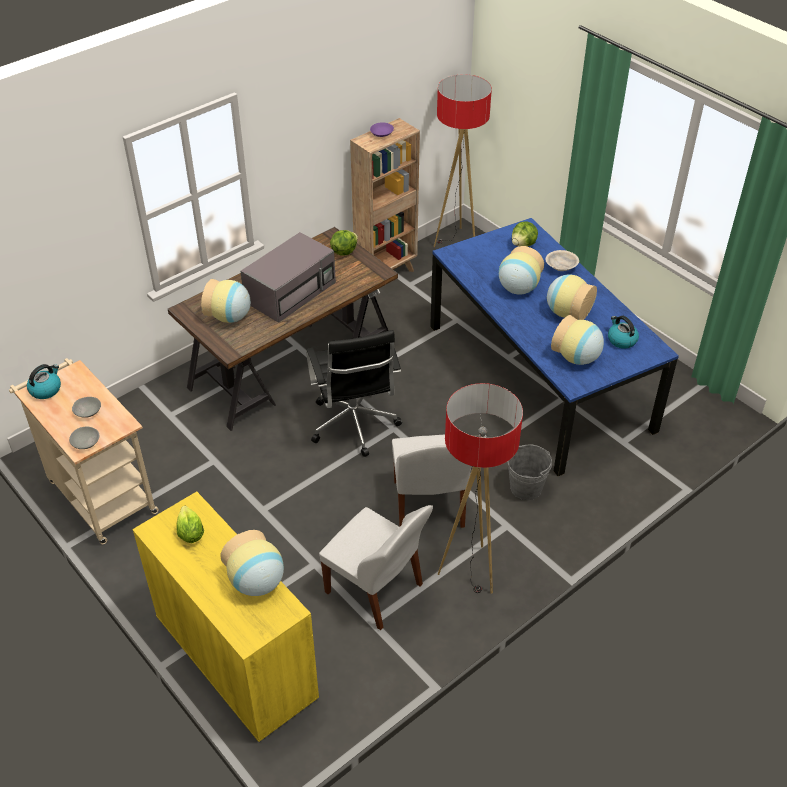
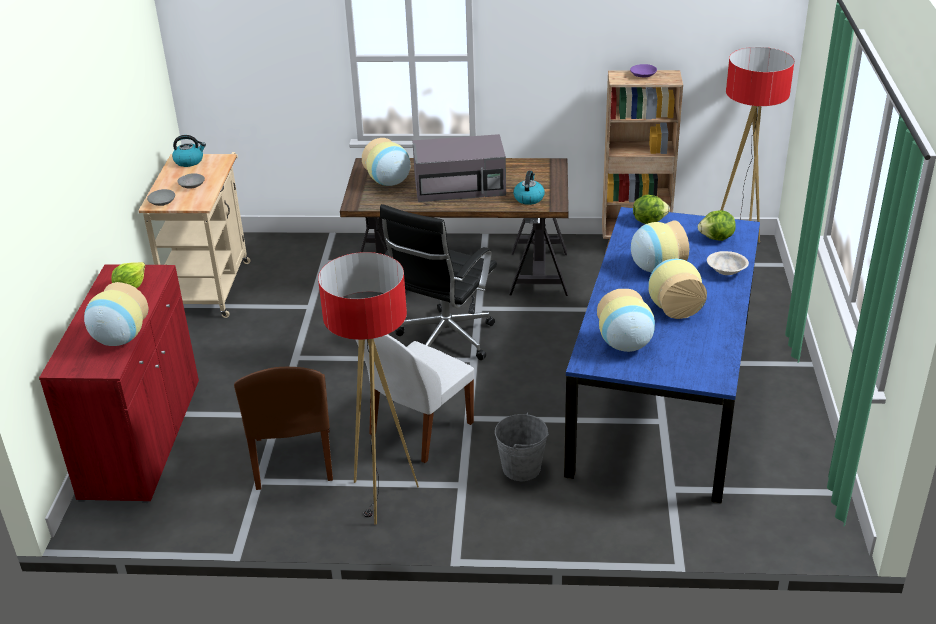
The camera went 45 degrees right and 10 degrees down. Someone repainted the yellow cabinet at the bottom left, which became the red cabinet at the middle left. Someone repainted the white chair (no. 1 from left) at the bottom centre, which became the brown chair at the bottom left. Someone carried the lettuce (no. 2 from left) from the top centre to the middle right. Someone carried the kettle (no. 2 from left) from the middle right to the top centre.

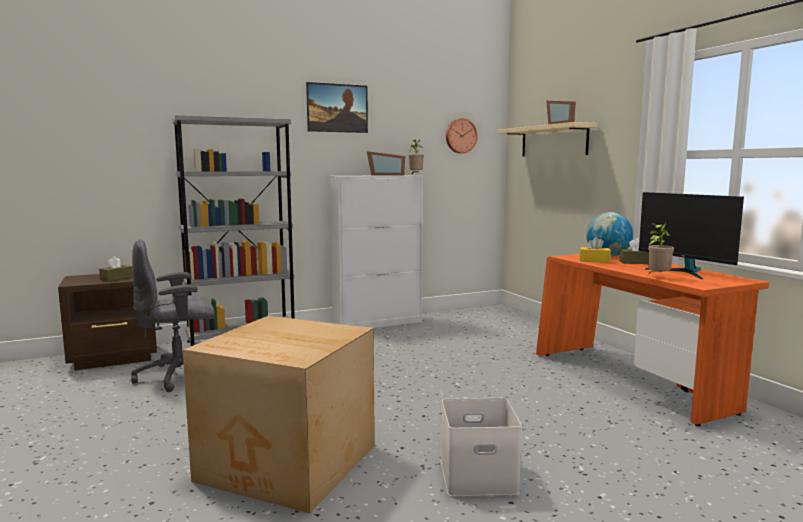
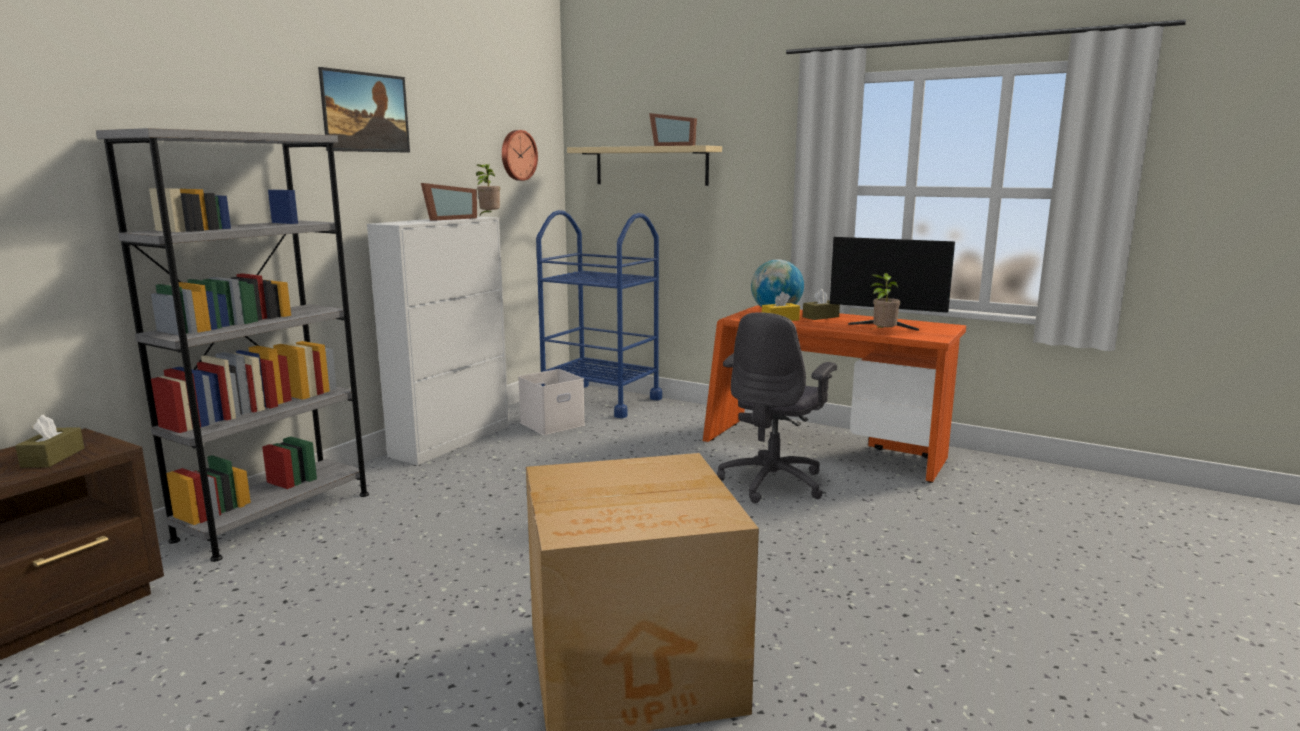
The camera went 35 degrees left and 5 degrees up. Someone carried the grey office chair from the middle left to the centre. Someone carried the white storage box from the bottom centre to the centre. Someone put down the blue cart at the centre.

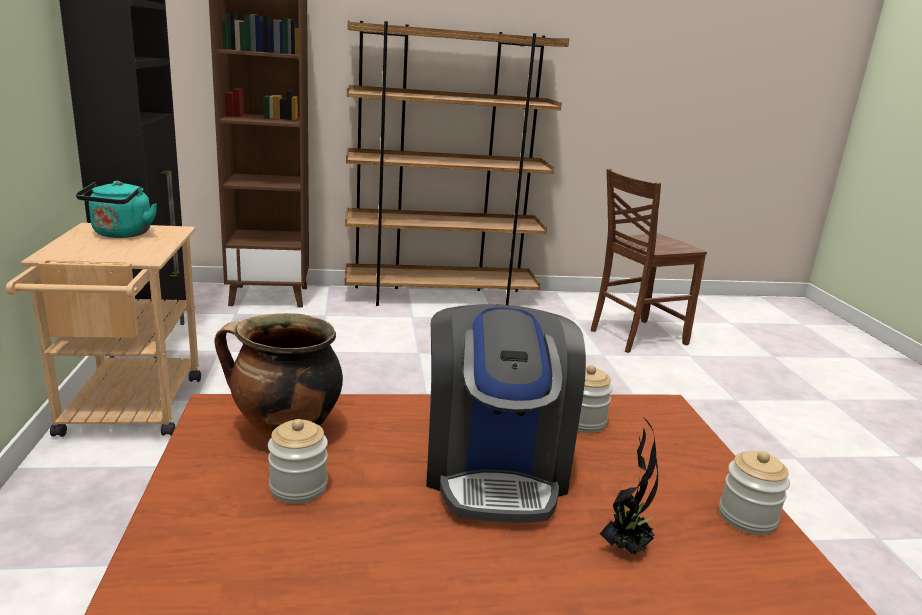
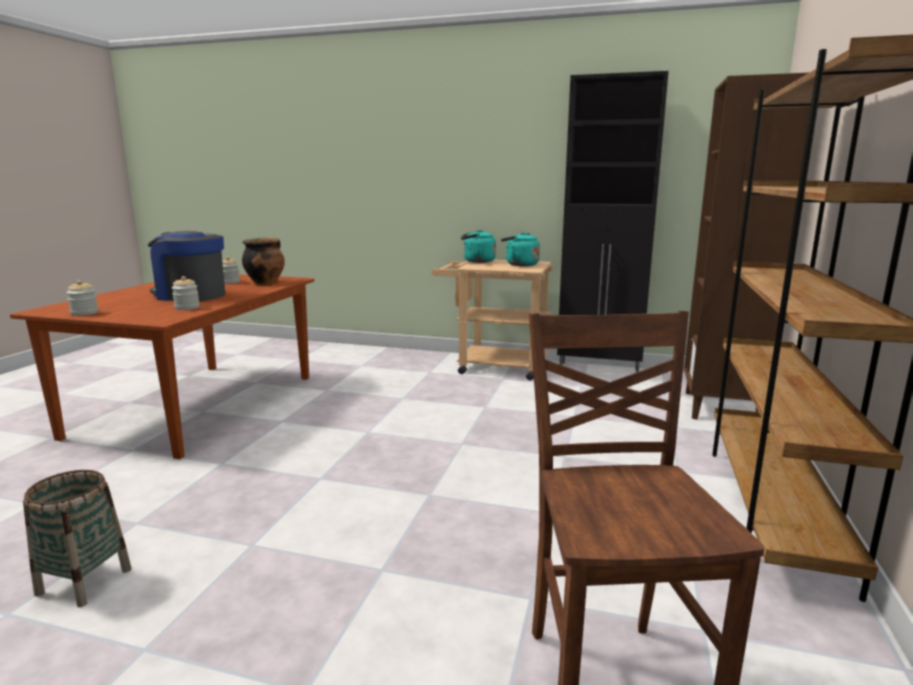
The camera went 115 degrees right and 5 degrees down. Someone took away the potted plant at the bottom right. Someone put down the basket at the bottom left. Someone put down the turquoise kettle (no. 1 from left) at the centre.

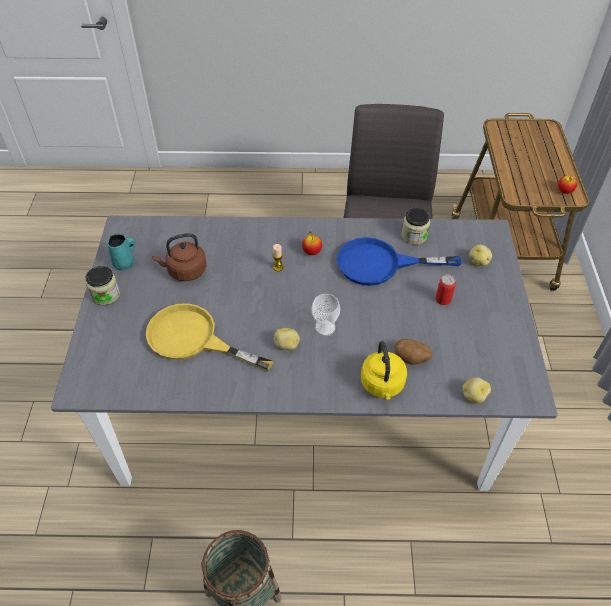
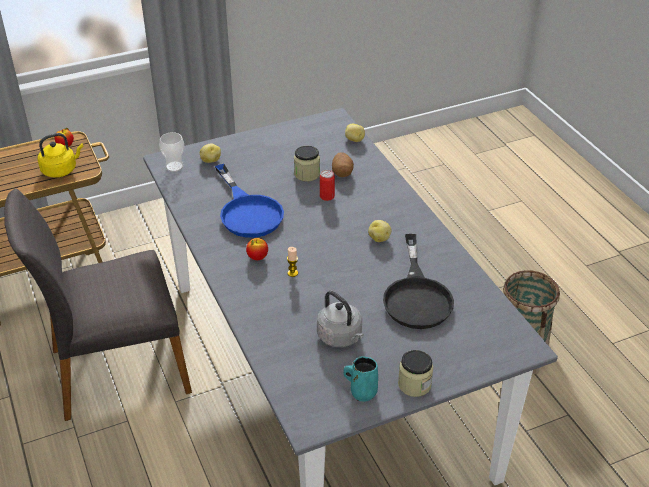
The camera went 115 degrees left and 10 degrees down. Someone repainted the yellow frying pan at the centre, which became the black frying pan at the centre. Someone repainted the brown kettle at the middle left, which became the grey kettle at the centre. Someone carried the cup from the centre to the top left. Someone carried the yellow kettle from the centre to the top left. Someone carried the jar (no. 2 from left in the first image) from the middle right to the centre. Someone carried the can from the middle right to the centre.

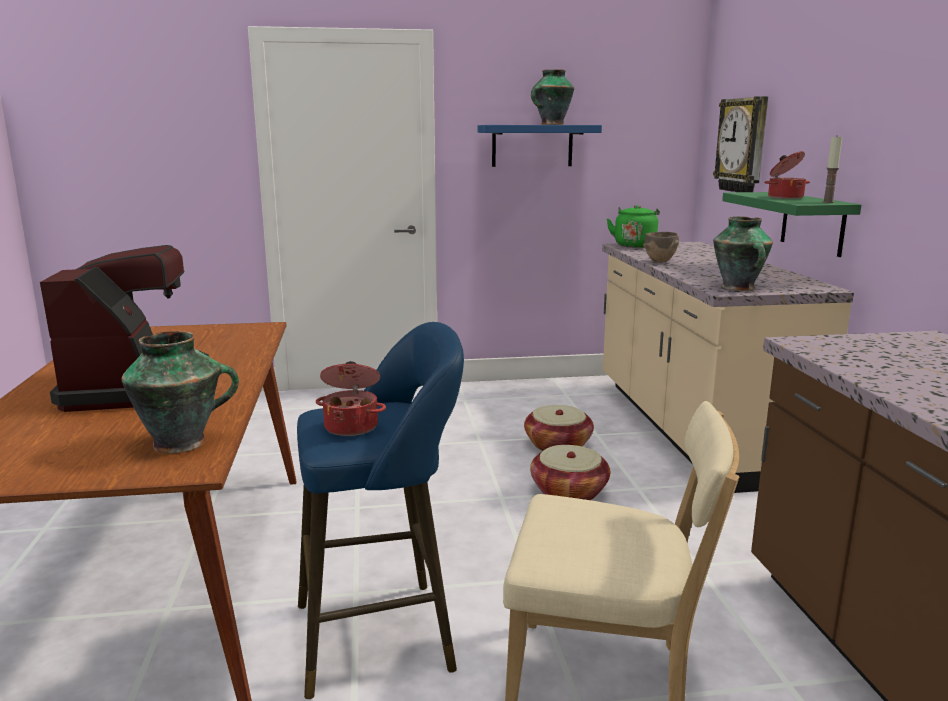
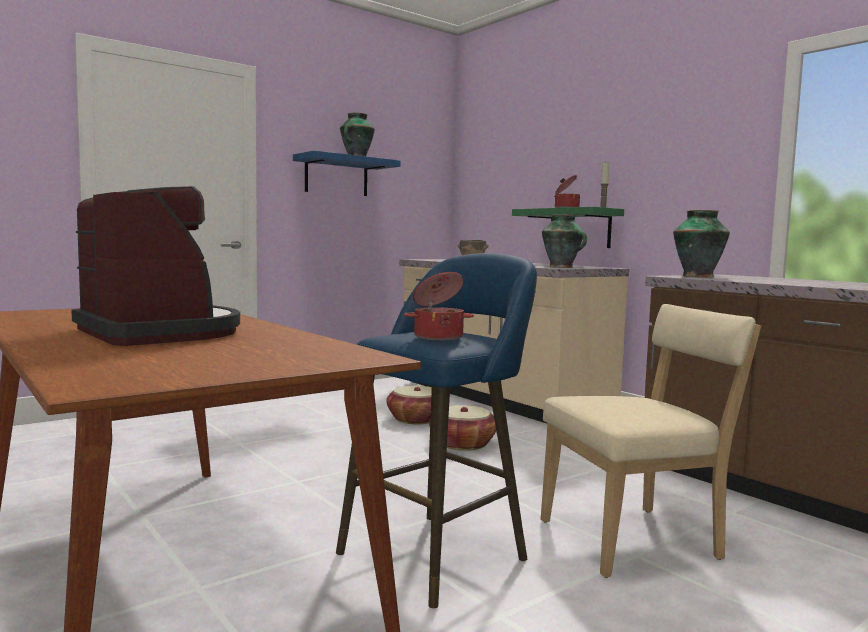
The camera went 30 degrees left and 10 degrees down. Someone carried the vase (no. 1 from left in the first image) from the middle left to the middle right. Someone took away the green kettle at the top right. Someone took away the wall clock at the top right.

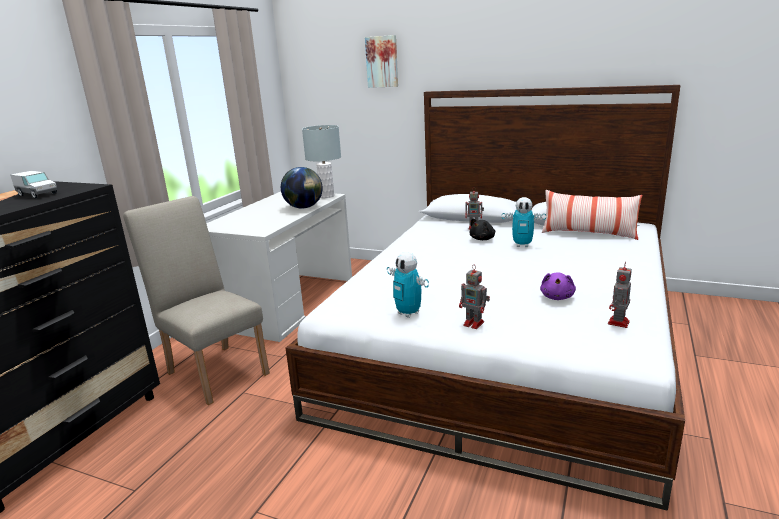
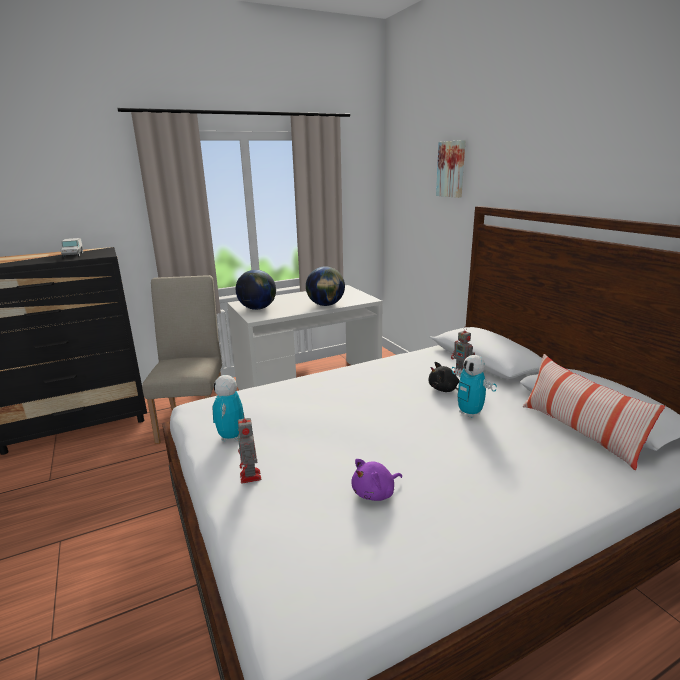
The camera went 40 degrees right and 0 degrees up. Someone took away the grey table lamp at the top centre. Someone took away the toy robot (no. 5 from left) at the middle right. Someone put down the globe (no. 1 from left) at the centre.

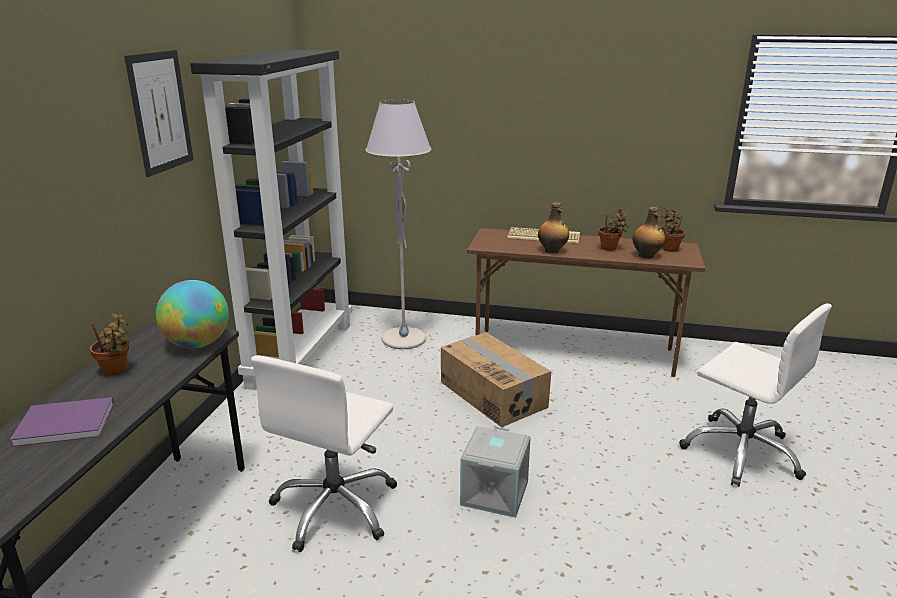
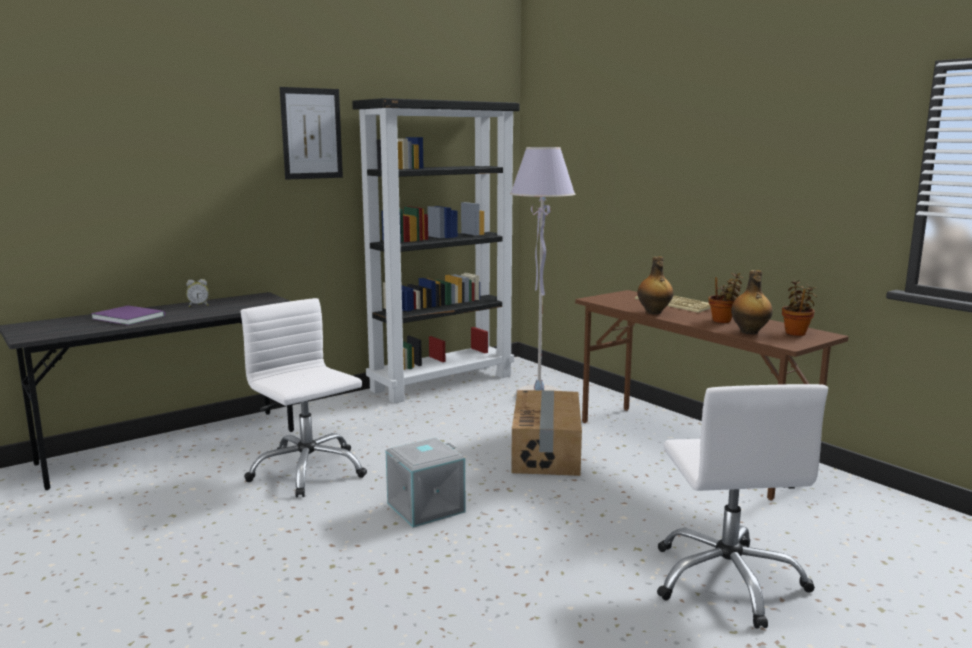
The camera went 40 degrees right and 10 degrees down. Someone swapped the potted plant (no. 1 from left) at the middle left for the alarm clock at the middle left. Someone took away the globe at the middle left. Someone rotated the white office chair (no. 1 from left) at the bottom centre by 75 degrees clockwise.

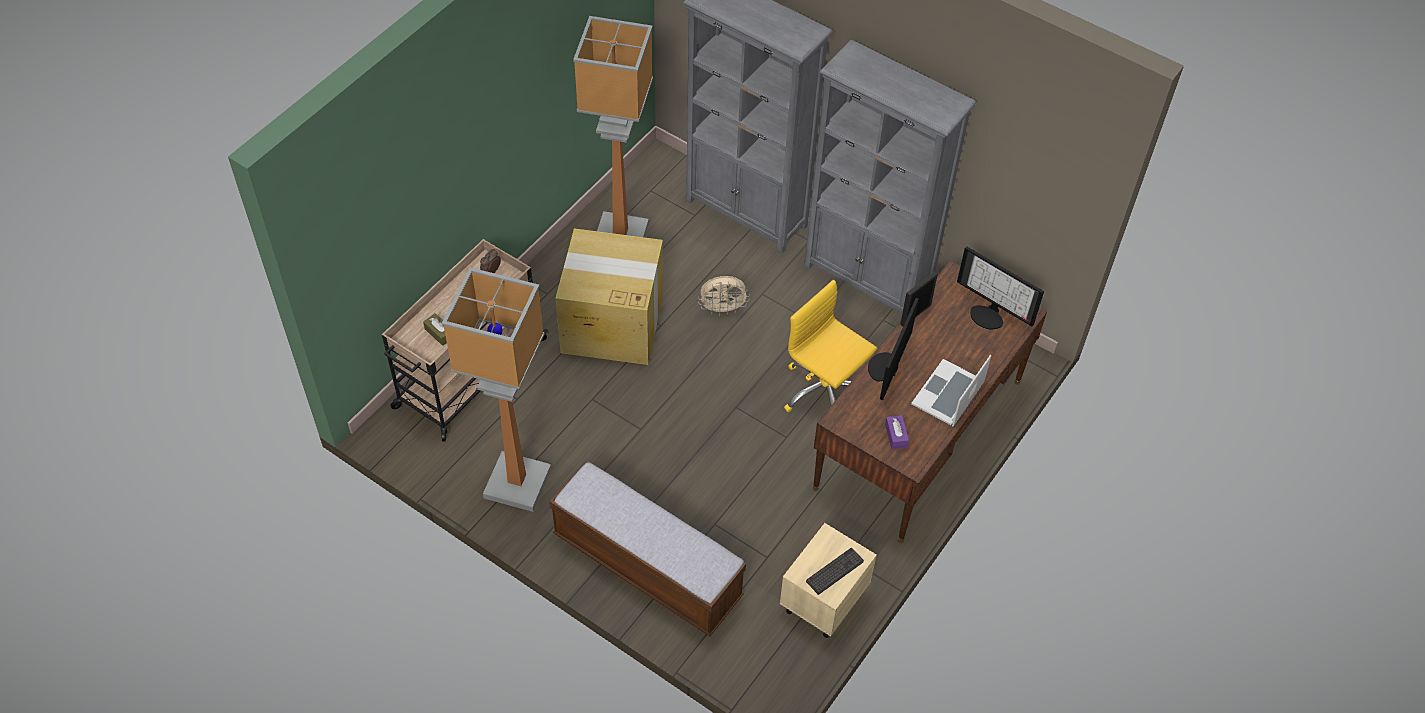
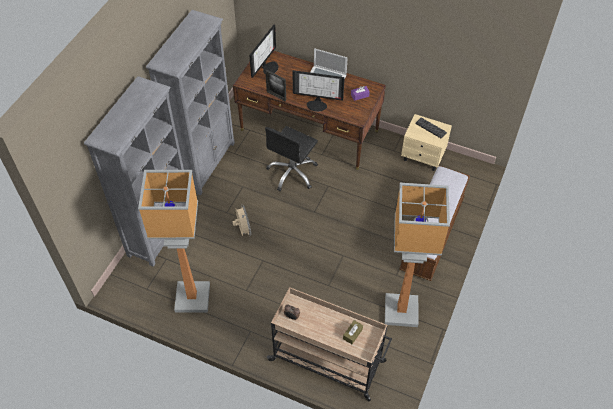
The camera went 100 degrees left and 0 degrees up. Someone took away the cardboard box at the centre. Someone repainted the yellow office chair at the centre, which became the black office chair at the centre.

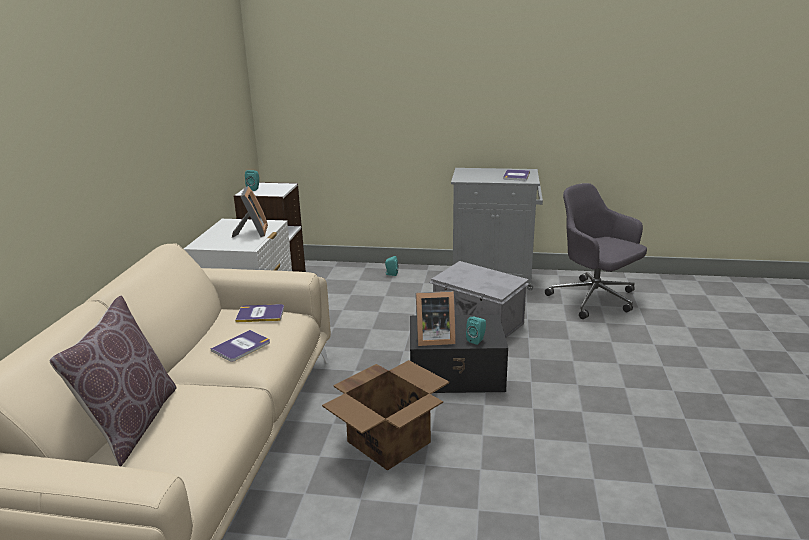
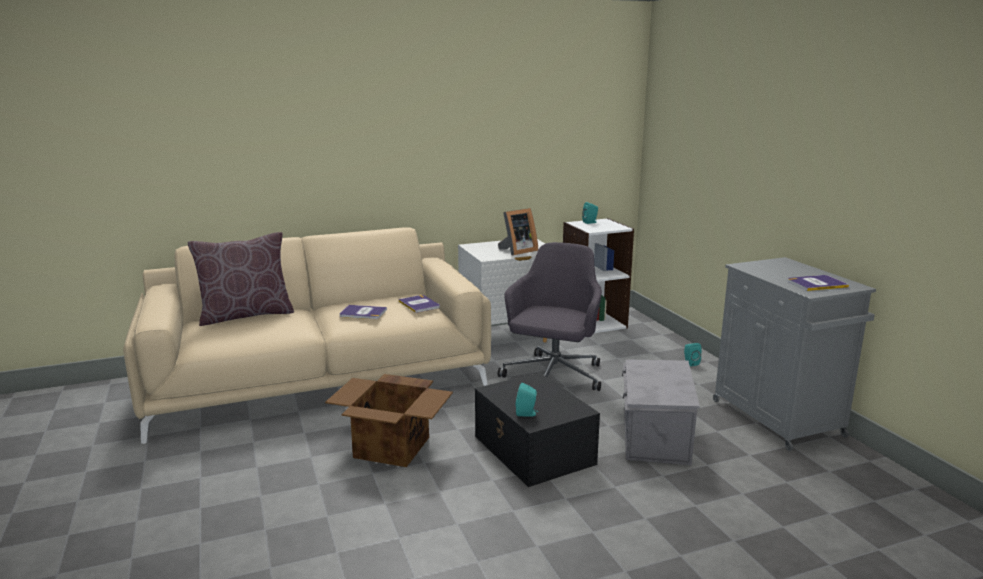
The camera went 60 degrees right and 5 degrees down. Someone took away the picture frame (no. 2 from left) at the centre. Someone carried the grey office chair from the middle right to the centre.

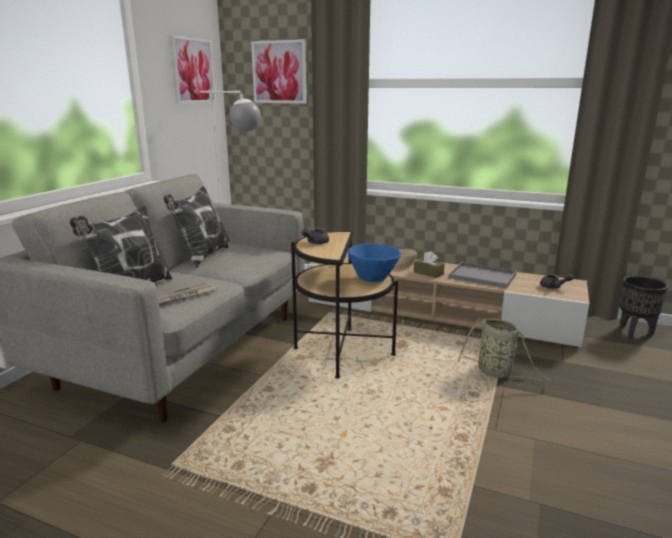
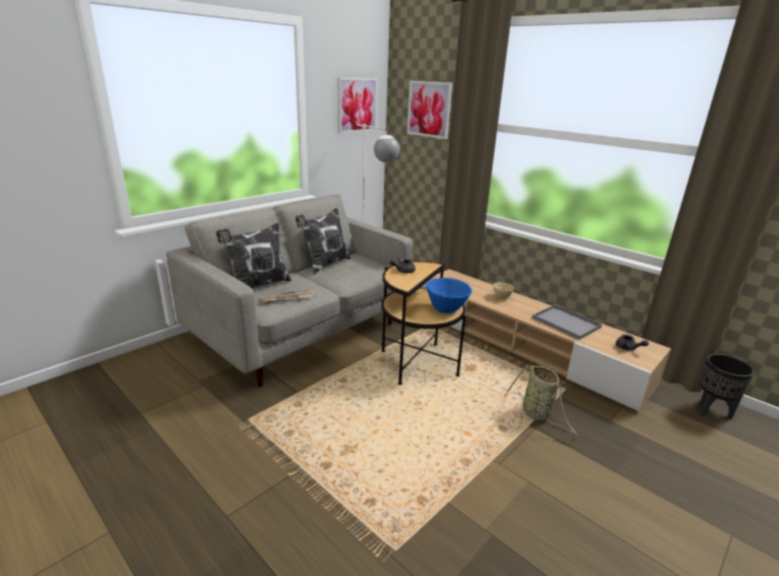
The camera went 20 degrees right and 5 degrees up. Someone took away the brown tissue box at the centre.

